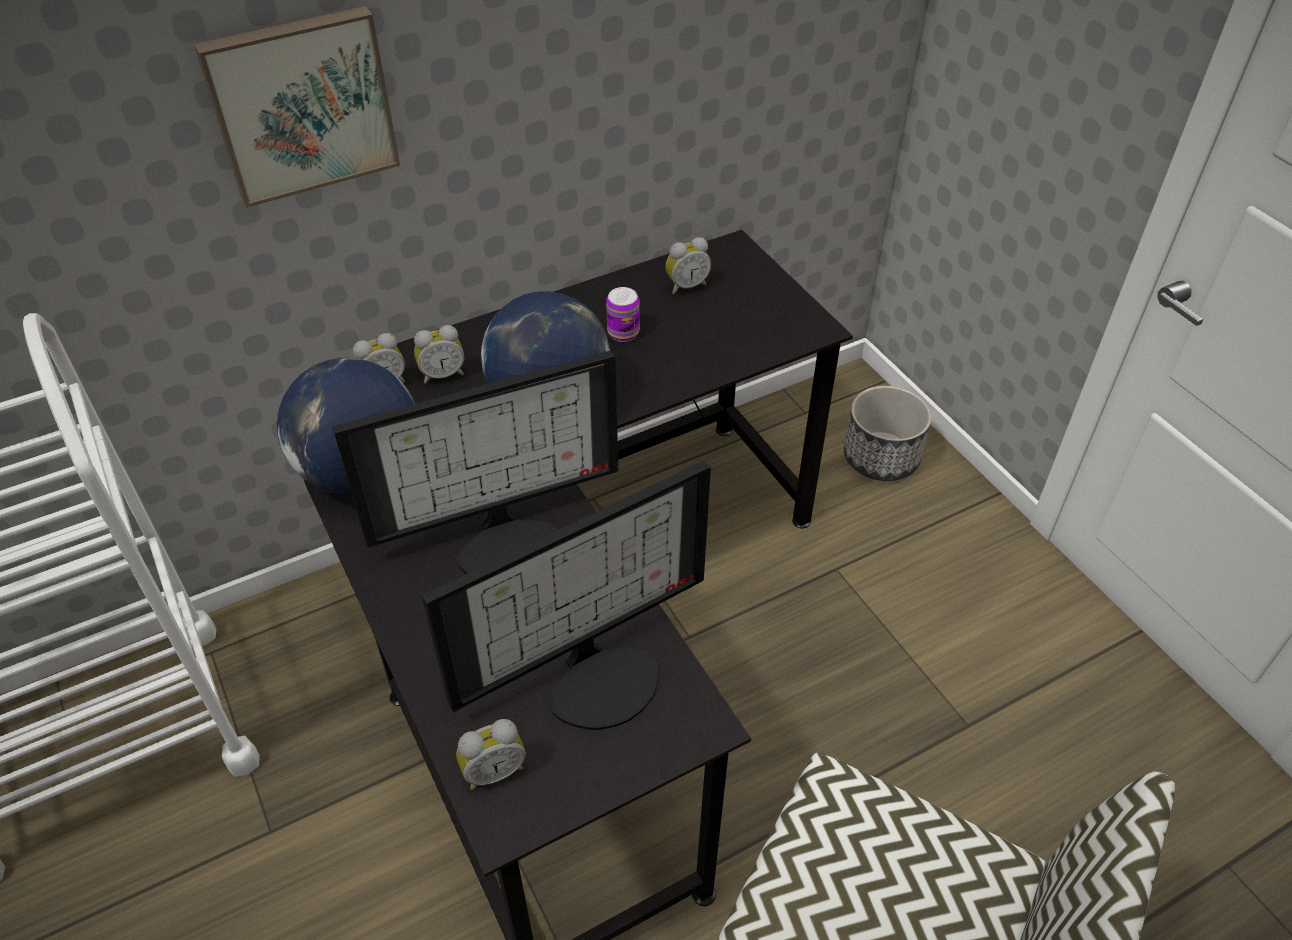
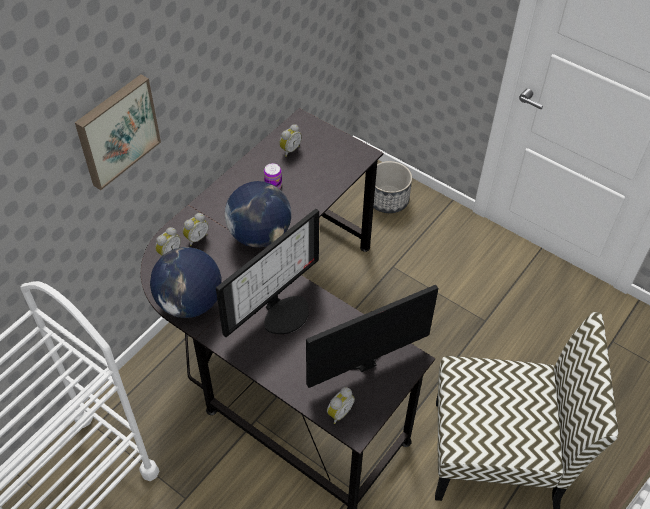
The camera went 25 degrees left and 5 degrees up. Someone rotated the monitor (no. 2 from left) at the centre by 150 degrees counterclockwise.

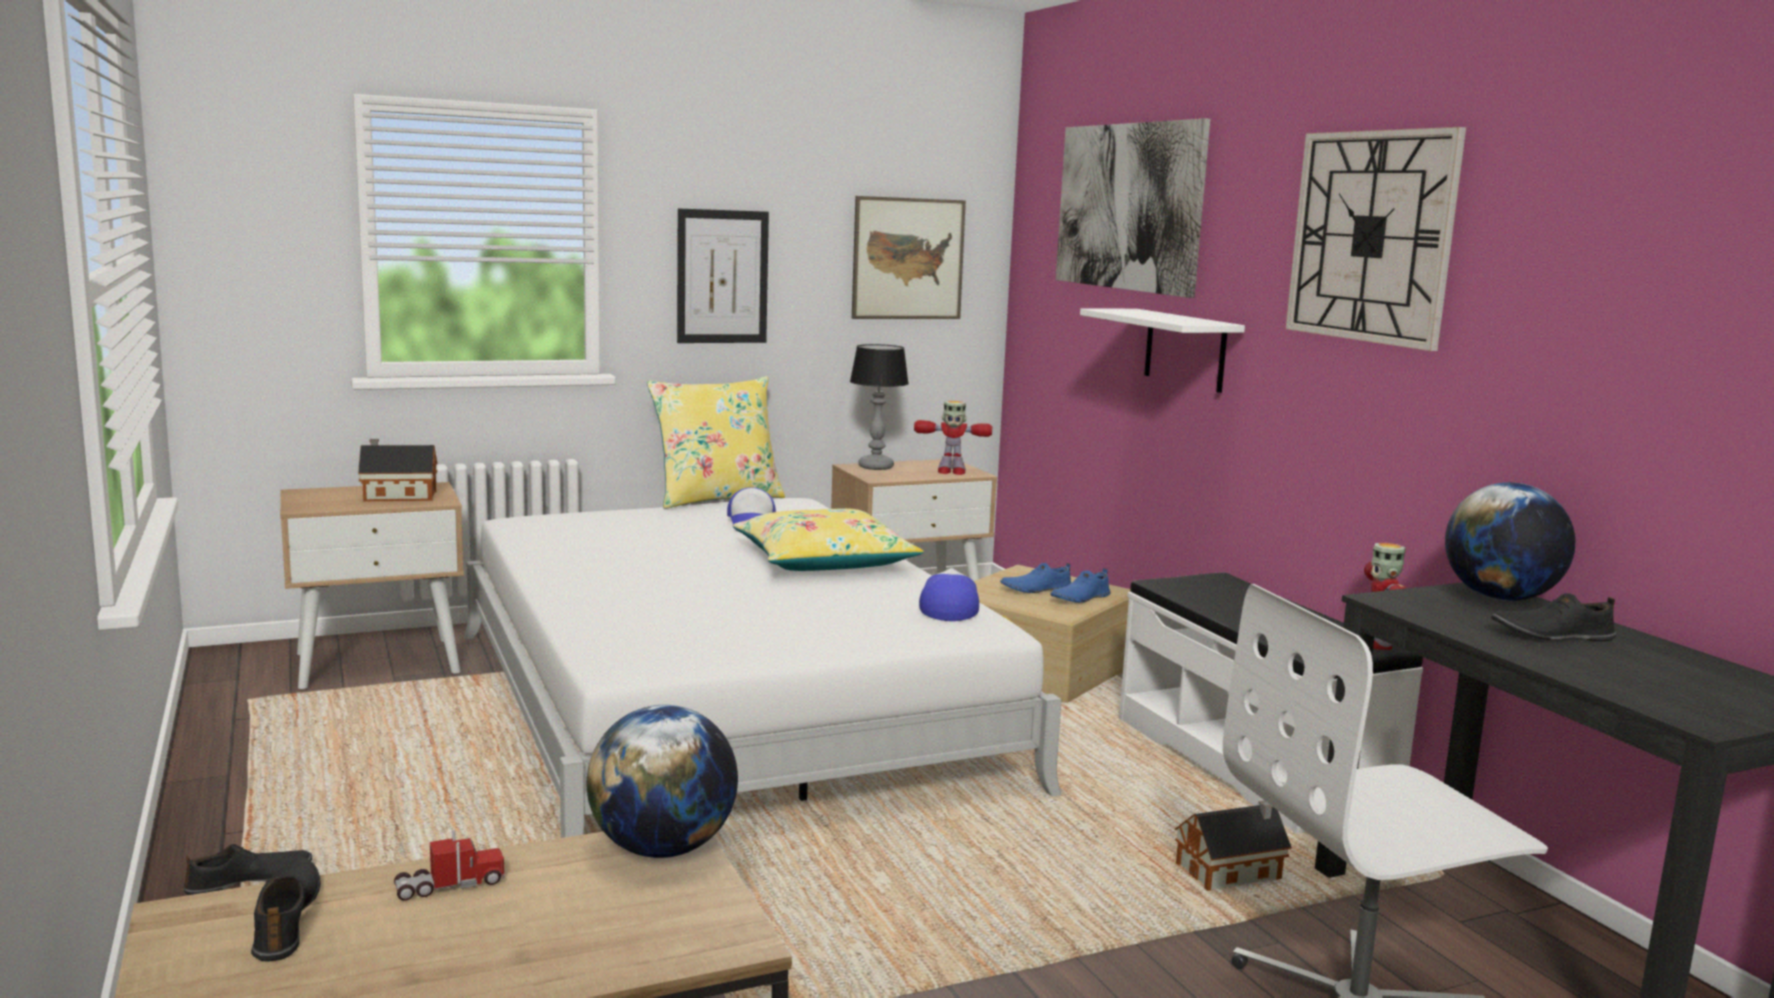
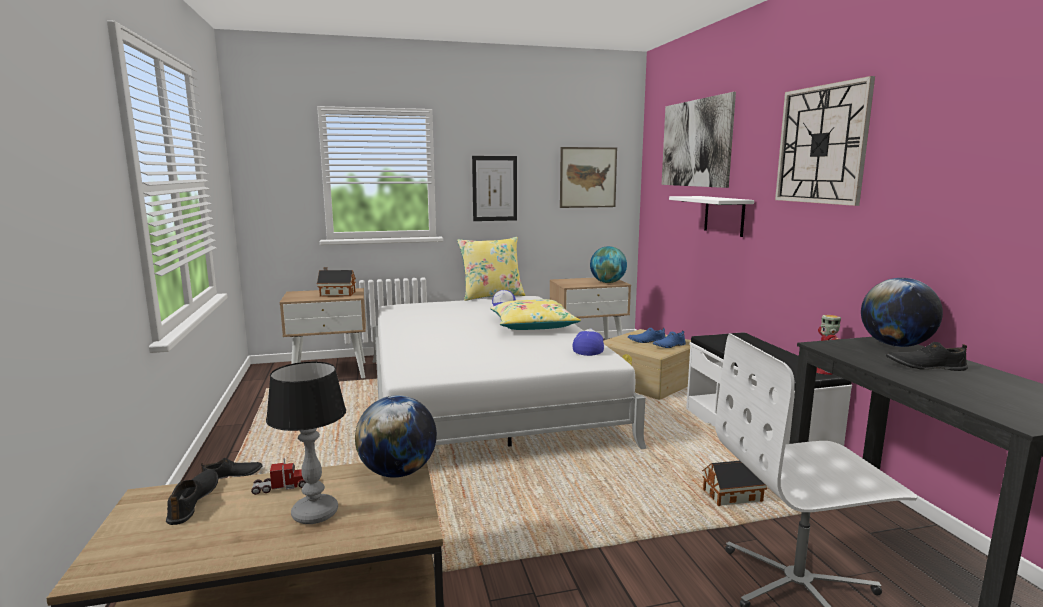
The camera went 10 degrees right and 0 degrees up. Someone carried the table lamp from the centre to the bottom left. Someone swapped the toy robot (no. 1 from left) at the centre for the globe (no. 2 from left) at the centre.

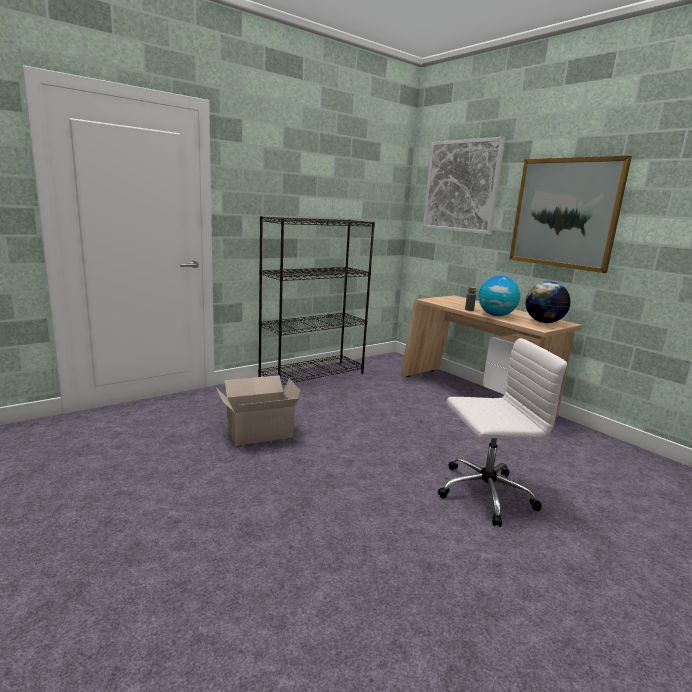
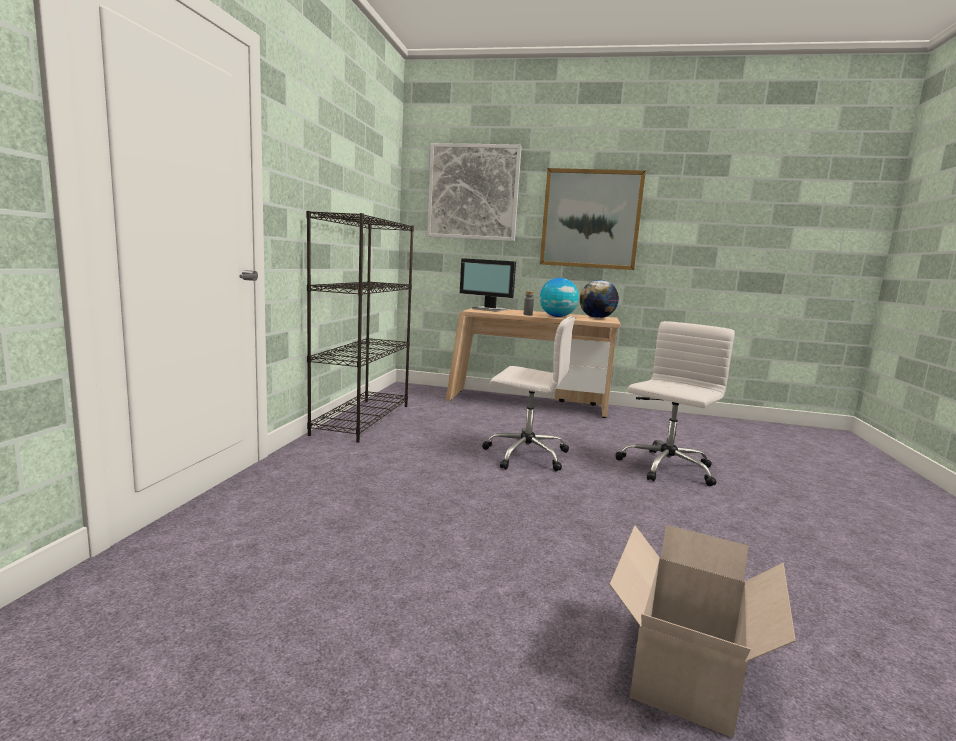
The camera went 40 degrees left and 5 degrees down. Someone carried the cardboard box from the centre to the bottom right. Someone put down the monitor at the centre. Someone put down the white office chair (no. 1 from left) at the centre.

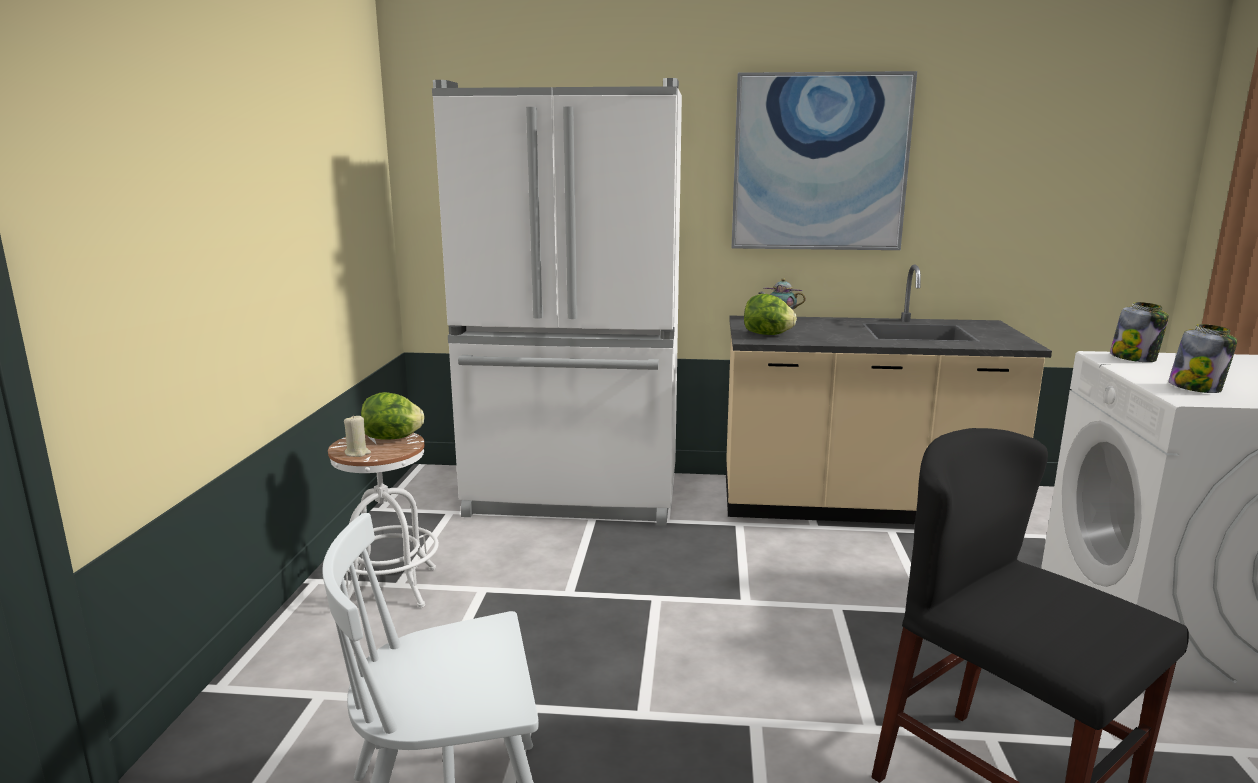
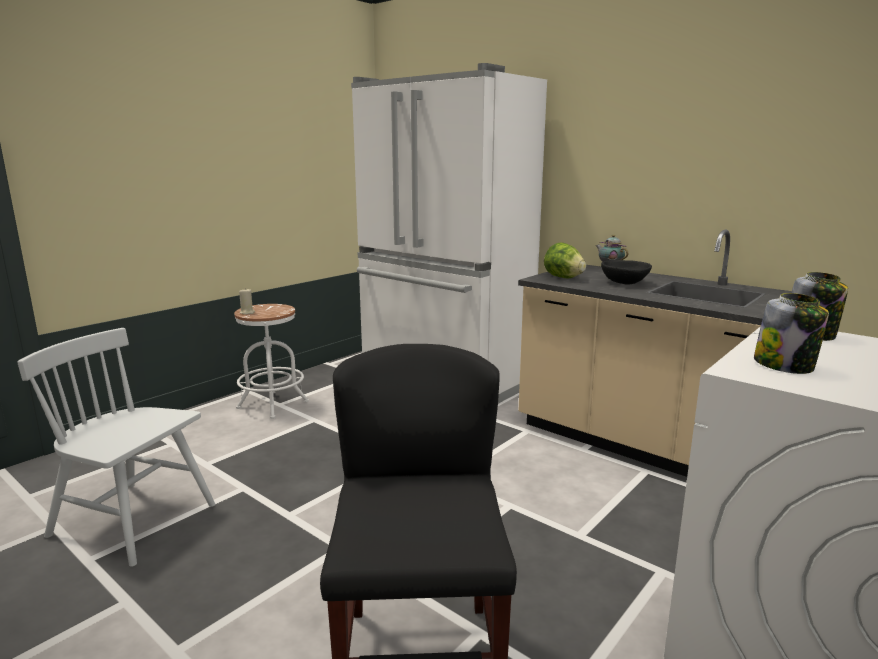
The camera went 35 degrees right and 0 degrees up. Someone took away the lettuce (no. 1 from left) at the middle left. Someone took away the picture at the top centre. Someone put down the black bowl at the middle right.

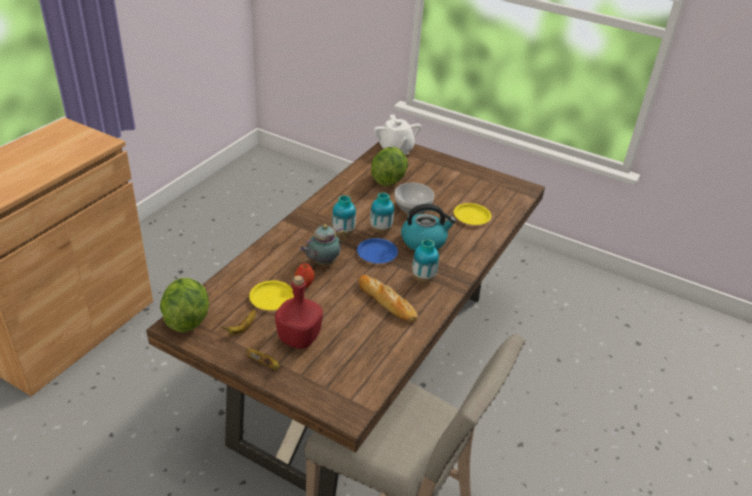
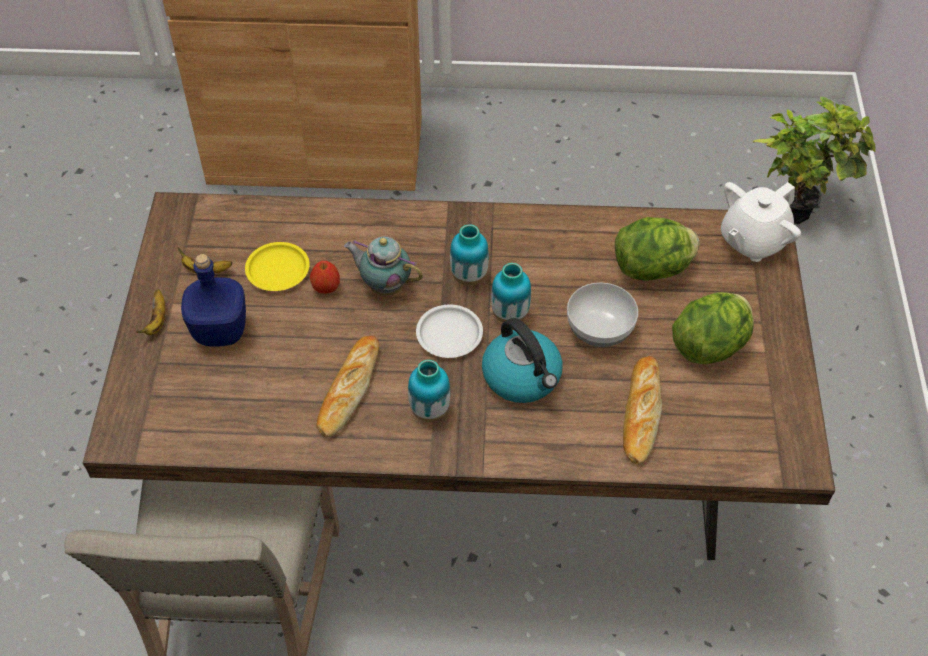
The camera went 65 degrees right and 15 degrees up. Someone carried the lettuce (no. 1 from left in the first image) from the middle left to the middle right. Someone repainted the red bottle at the centre, which became the blue bottle at the middle left. Someone repainted the blue plate at the centre, which became the white plate at the centre. Someone swapped the yellow plate (no. 2 from left) at the centre for the bread (no. 2 from left) at the middle right. Someone put down the potted plant at the top right.

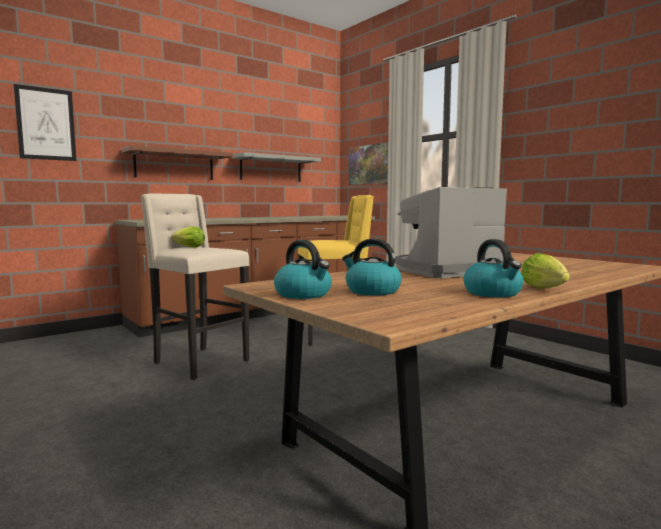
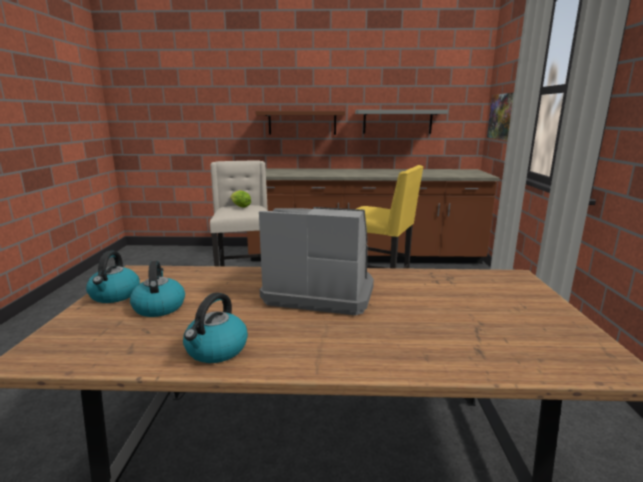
The camera went 40 degrees right and 10 degrees up. Someone took away the picture (no. 1 from left) at the top left. Someone took away the lettuce (no. 2 from left) at the middle right.

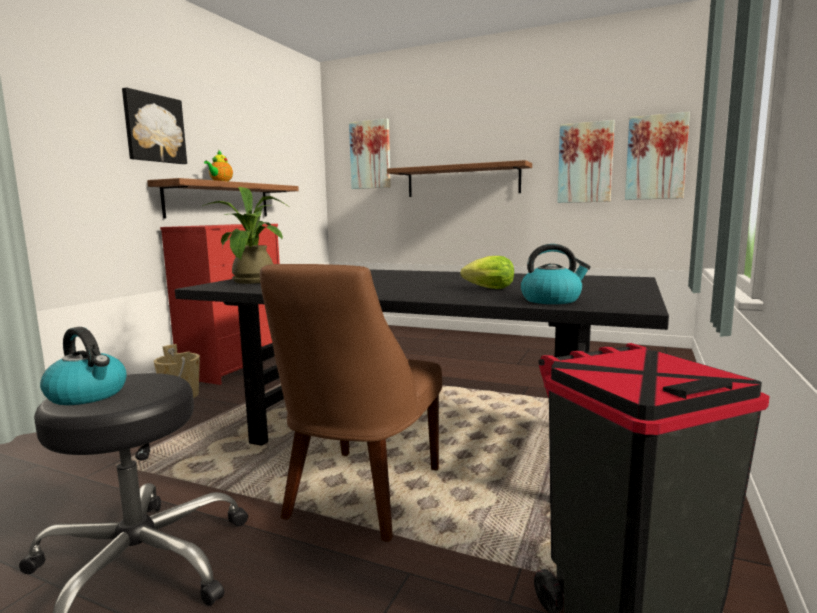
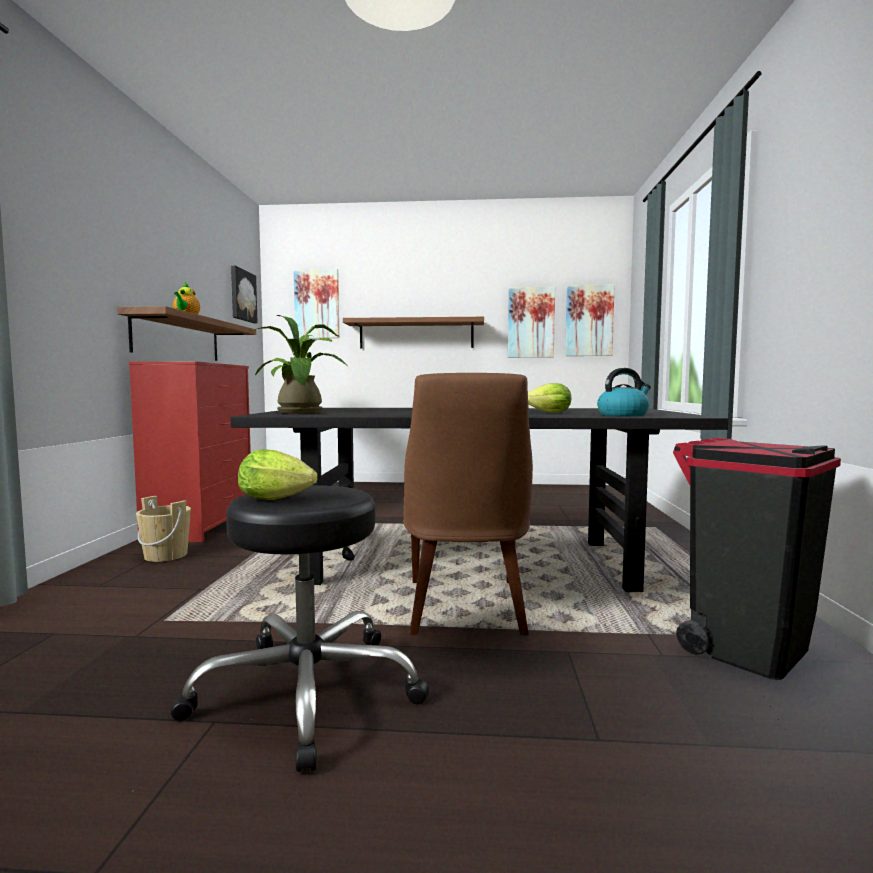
The camera went 20 degrees left and 5 degrees down. Someone swapped the kettle (no. 1 from left) at the middle left for the lettuce (no. 1 from left) at the middle left. Someone carried the picture (no. 1 from left) from the top left to the middle left.

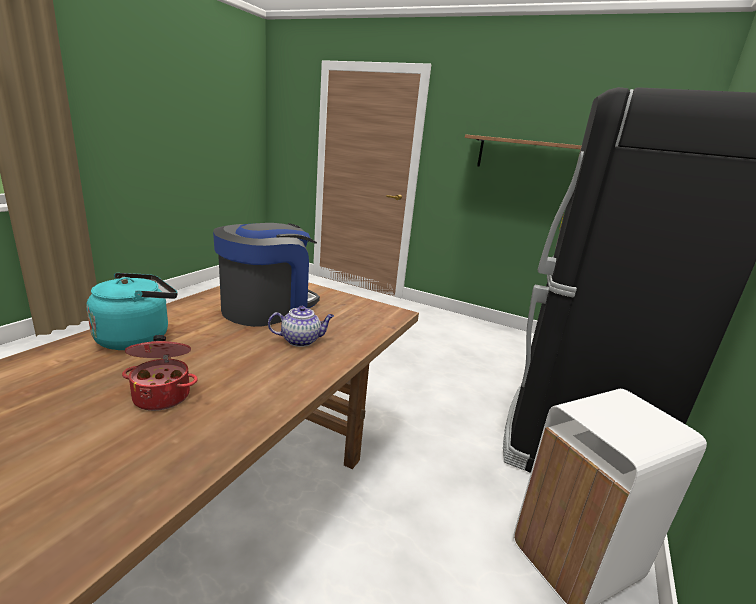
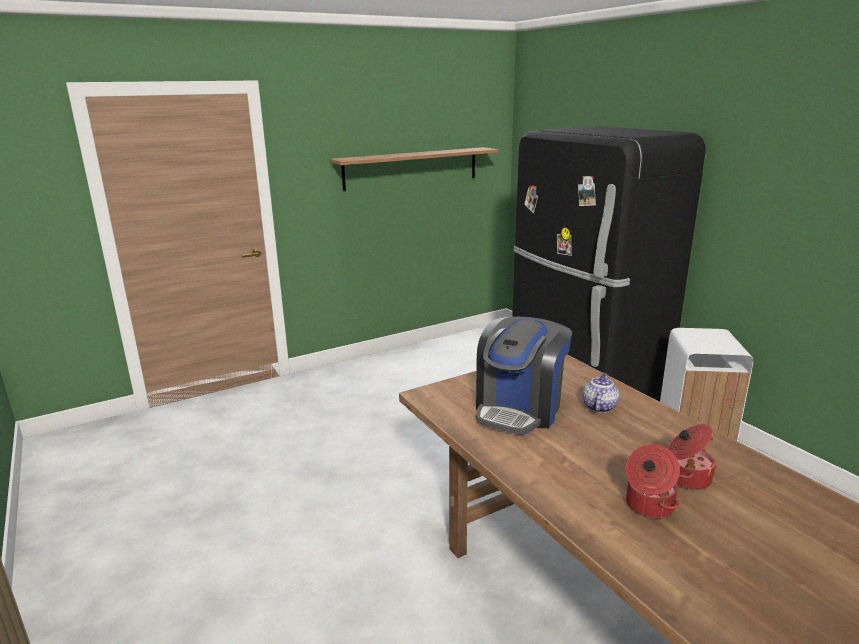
The camera went 55 degrees left and 0 degrees up. Someone took away the turquoise kettle at the middle left. Someone rotated the coffee machine at the centre by 135 degrees counterclockwise. Someone put down the cooking pot (no. 1 from left) at the bottom right.

